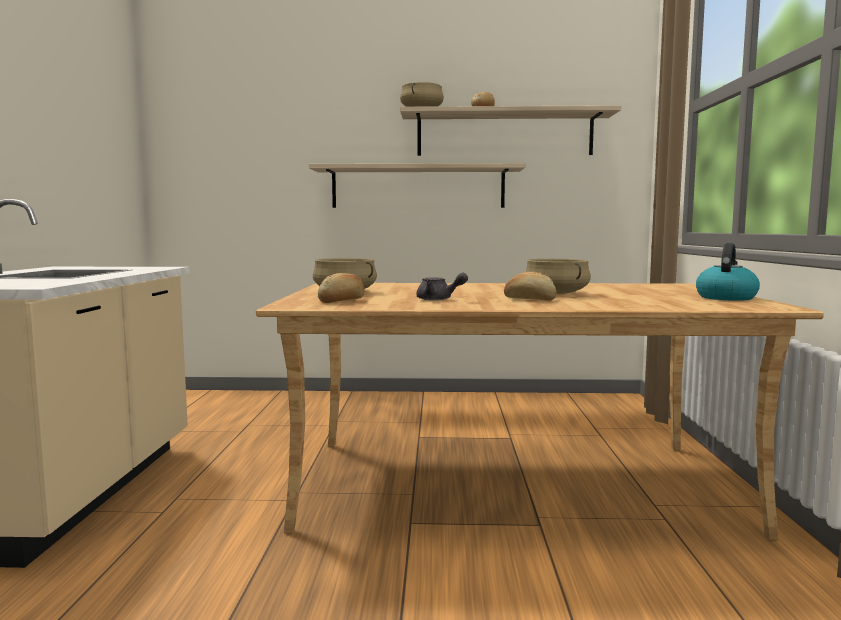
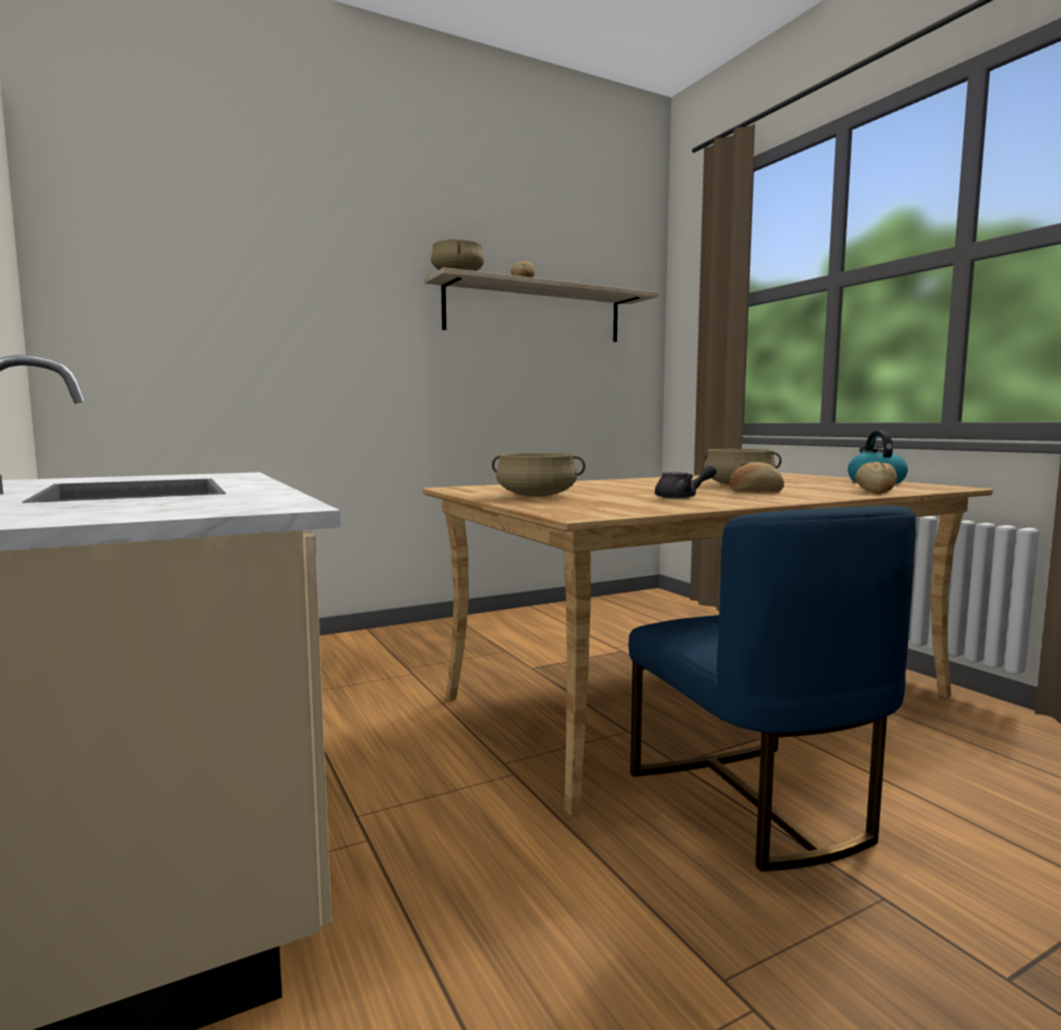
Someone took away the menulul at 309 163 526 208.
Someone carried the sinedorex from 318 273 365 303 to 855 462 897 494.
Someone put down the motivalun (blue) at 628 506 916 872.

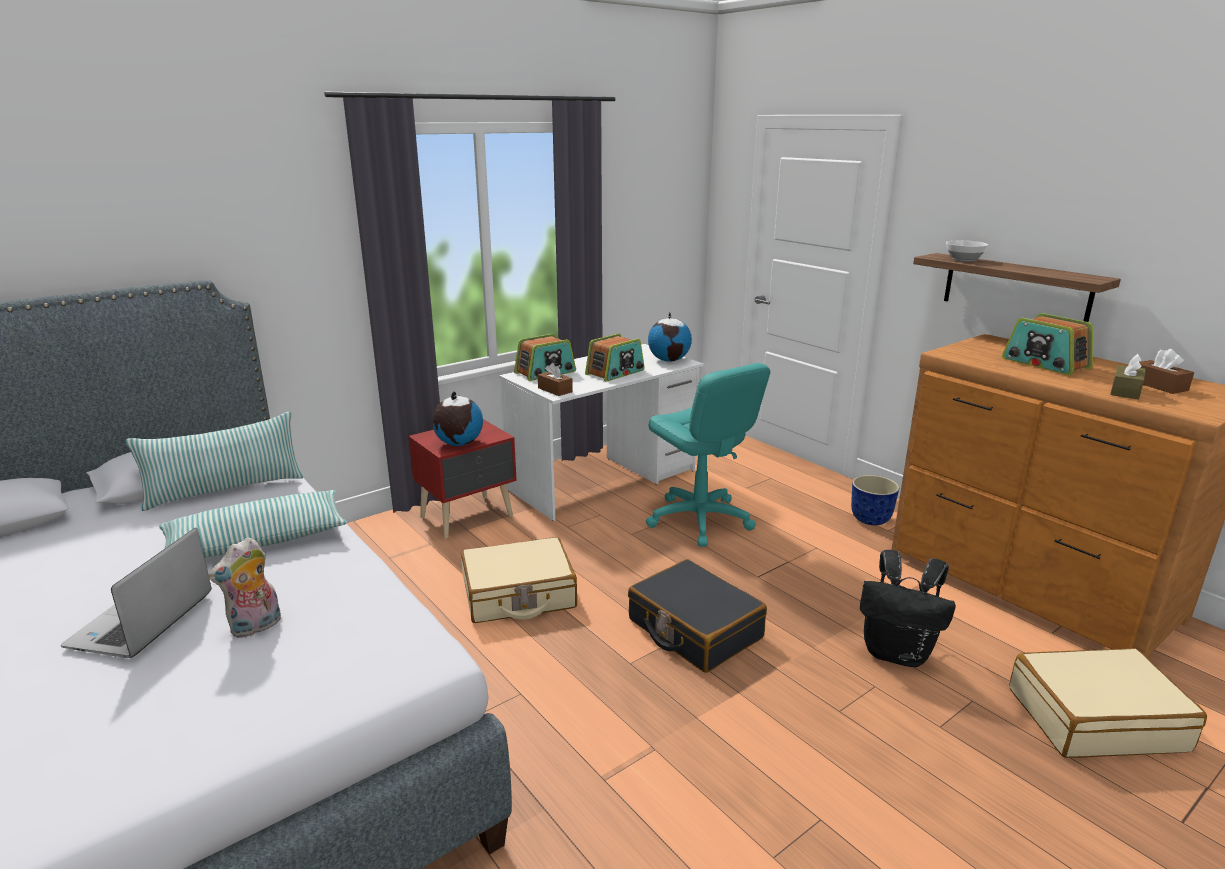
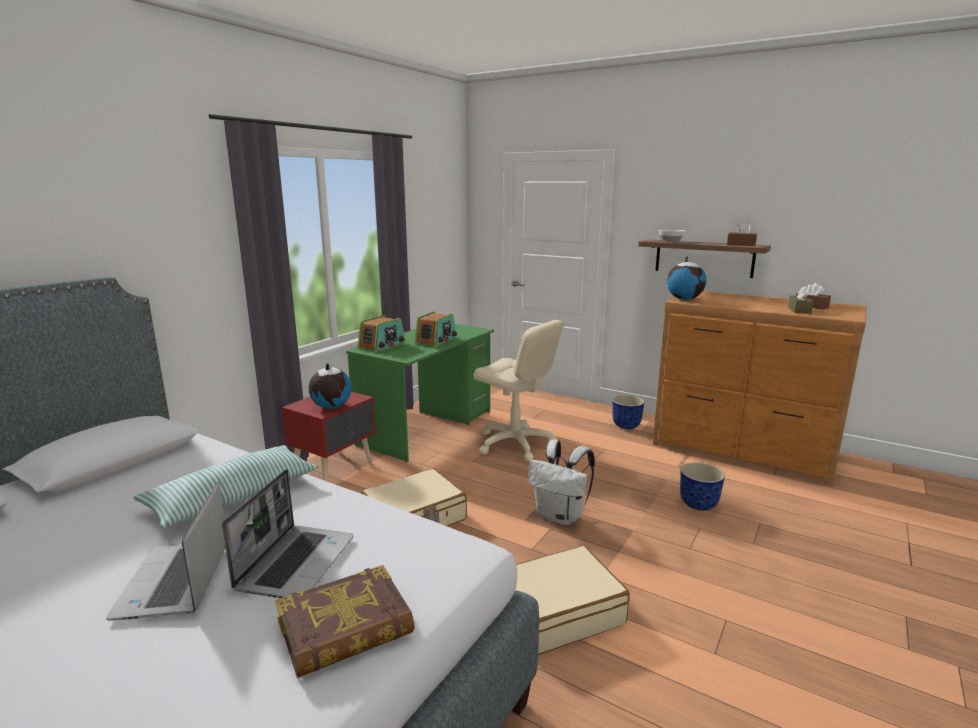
Someone took away the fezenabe at 126 412 304 511.
Someone swapped the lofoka at 208 537 281 638 for the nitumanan at 222 469 354 598.
Someone repainted the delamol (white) at 499 344 704 521, which became the delamol (green) at 346 324 494 462.
Someone carried the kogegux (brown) from 538 363 573 396 to 727 222 757 246.
Someone swapped the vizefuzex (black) at 628 559 767 673 for the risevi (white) at 528 440 595 525.
Someone repainted the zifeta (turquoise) at 646 363 770 547, which became the zifeta (beige) at 474 320 564 461.
Someone carried the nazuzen from 648 312 692 362 to 667 257 707 300.
Someone swapped the risevi (black) at 860 550 956 667 for the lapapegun at 680 462 725 511.
Someone took away the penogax at 1002 313 1093 375.
Someone carried the vizefuzex (beige) from 1009 648 1207 758 to 515 545 630 655.
Someone put down the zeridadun at 275 565 415 678.

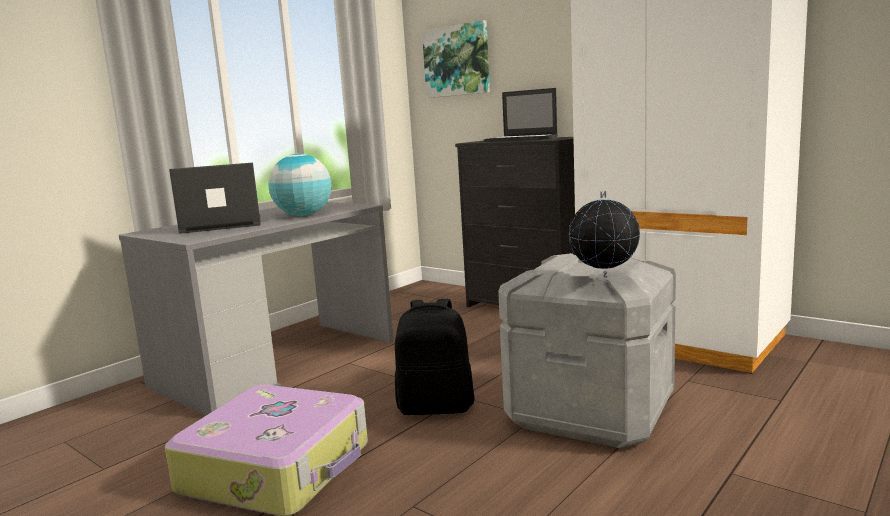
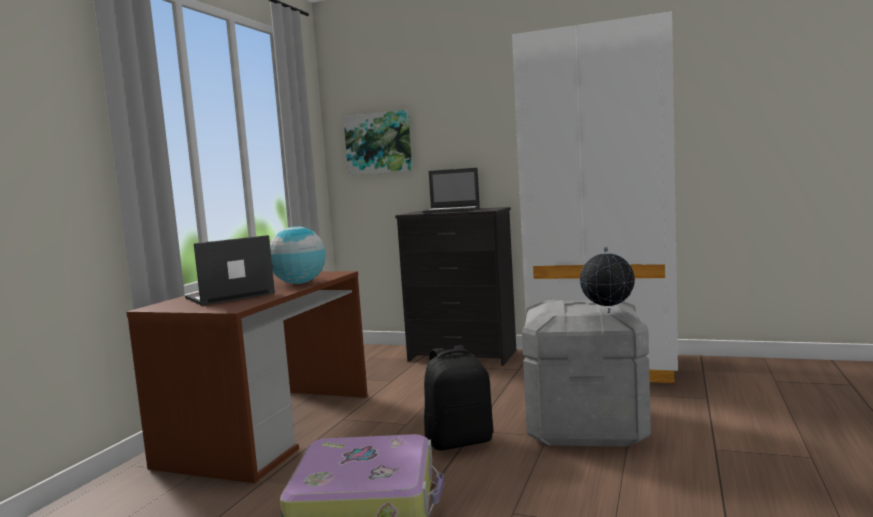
Someone repainted the delamol (grey) at 119 202 394 415, which became the delamol (brown) at 126 271 368 483.

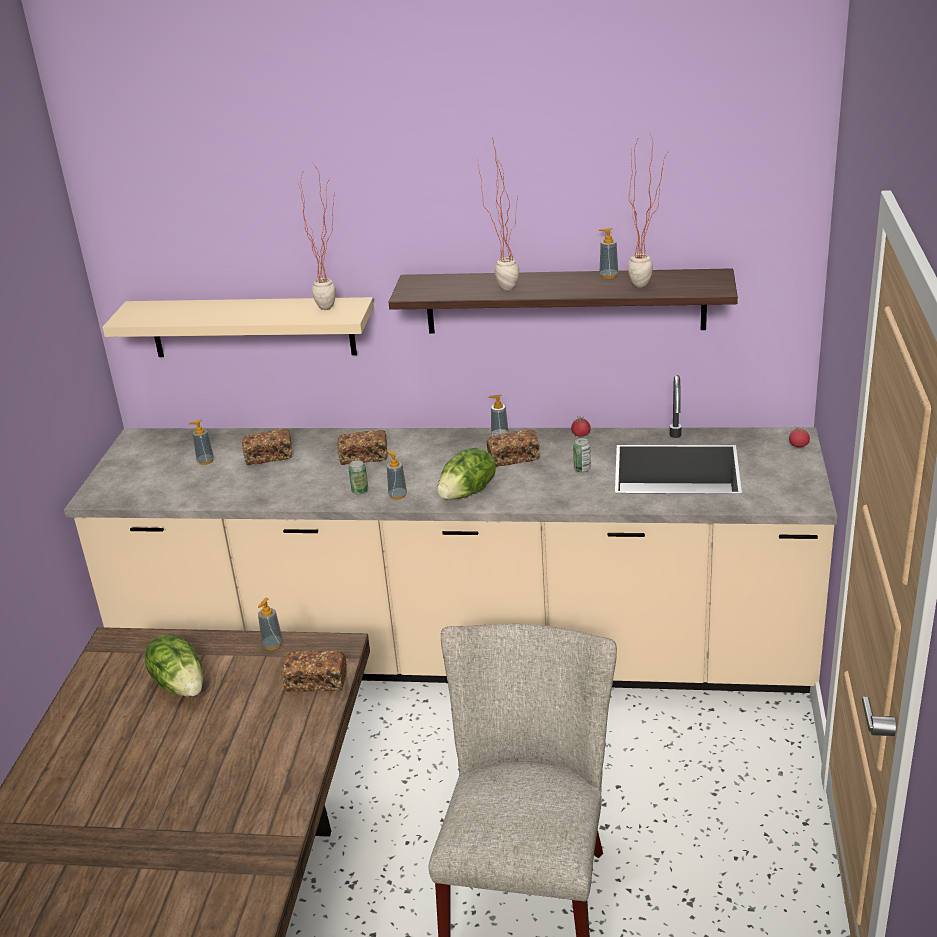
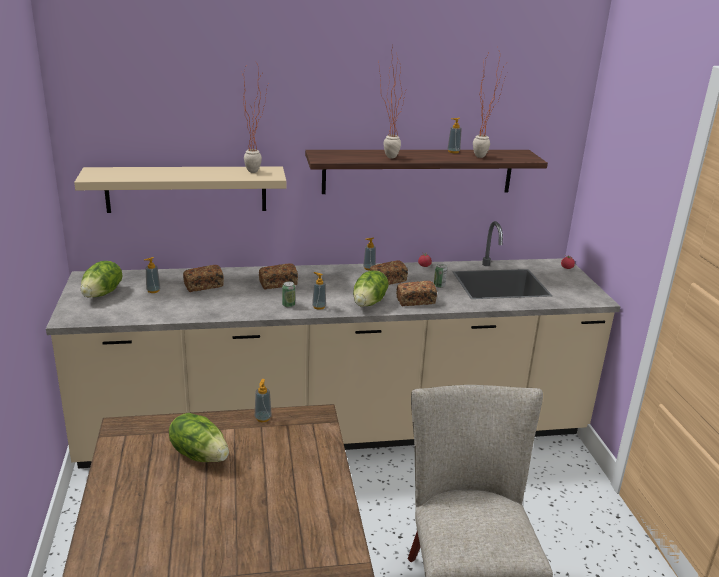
Someone carried the sinedorex from 281 650 347 692 to 396 281 437 306.
Someone put down the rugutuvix at 81 261 122 298.

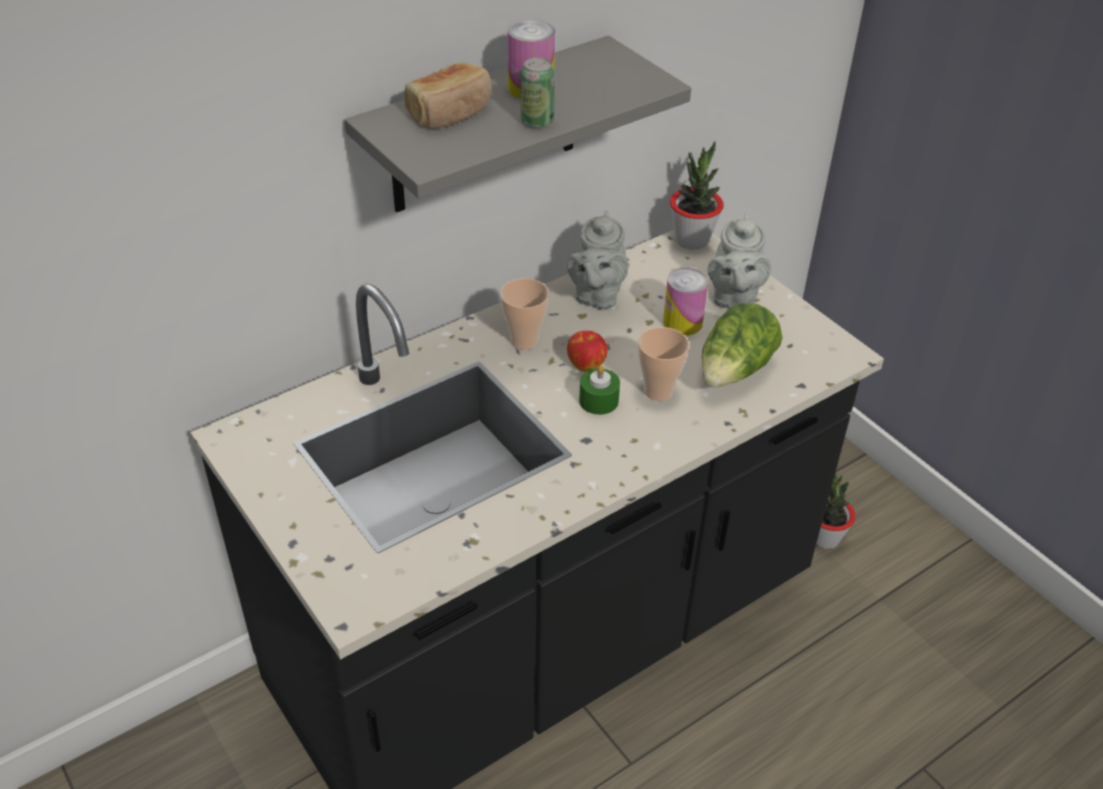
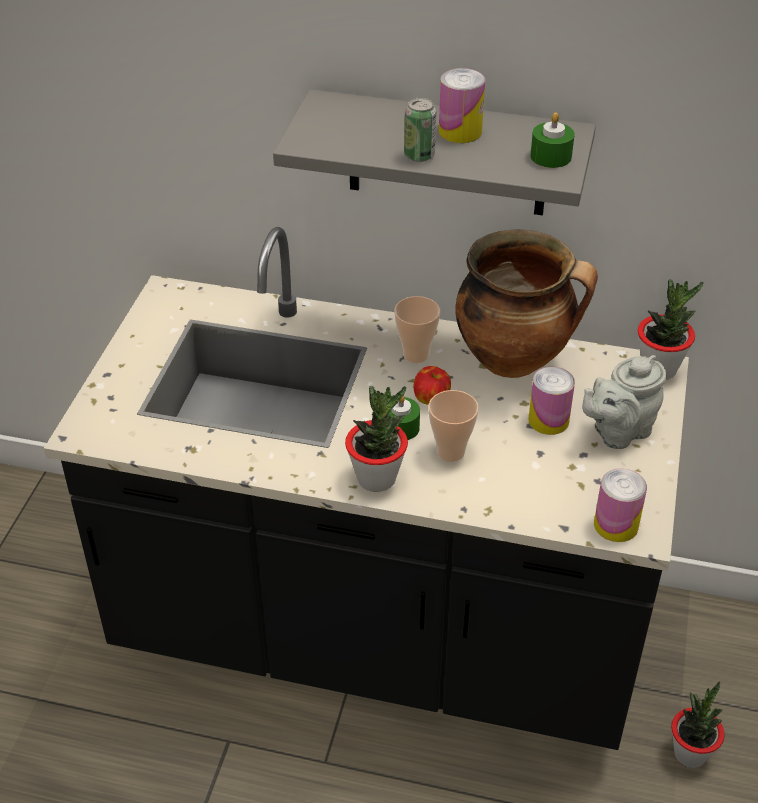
Someone took away the sinedorex at 405 62 492 129.
Someone swapped the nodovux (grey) at 567 211 629 310 for the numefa at 455 230 598 378.
Someone took away the rugutuvix at 702 303 783 387.
Someone put down the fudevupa at 345 386 408 492.
Someone put down the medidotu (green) at 530 112 575 168.
Someone put down the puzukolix at 594 468 647 542.

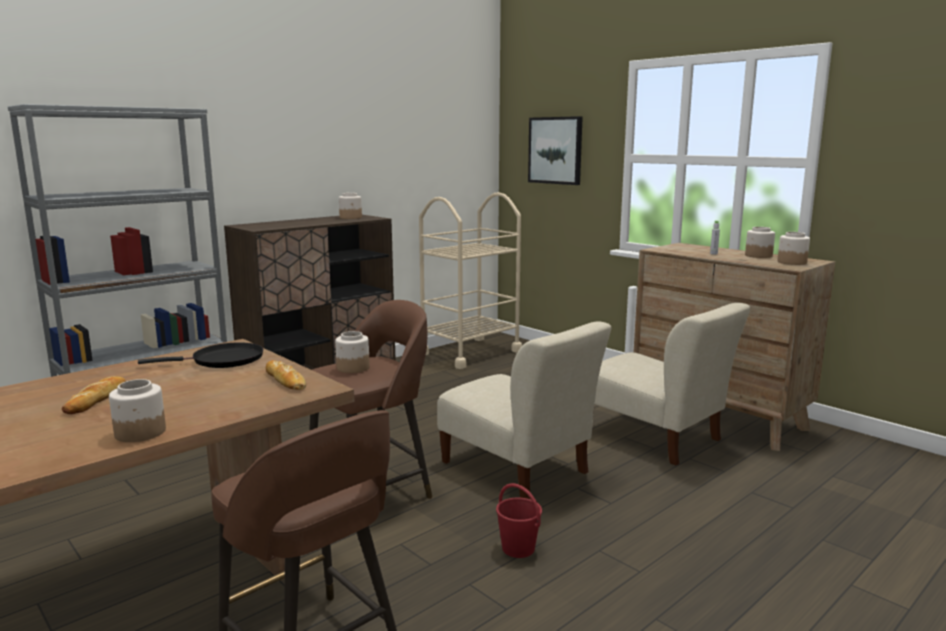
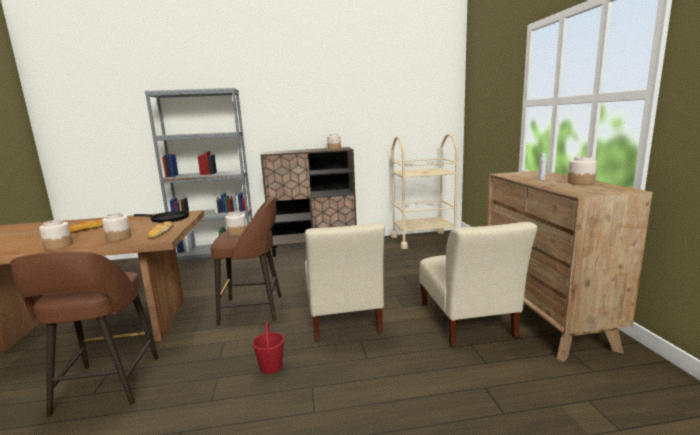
Someone took away the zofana at 528 116 583 185.
Someone carried the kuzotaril from 777 232 810 265 to 102 213 131 242.

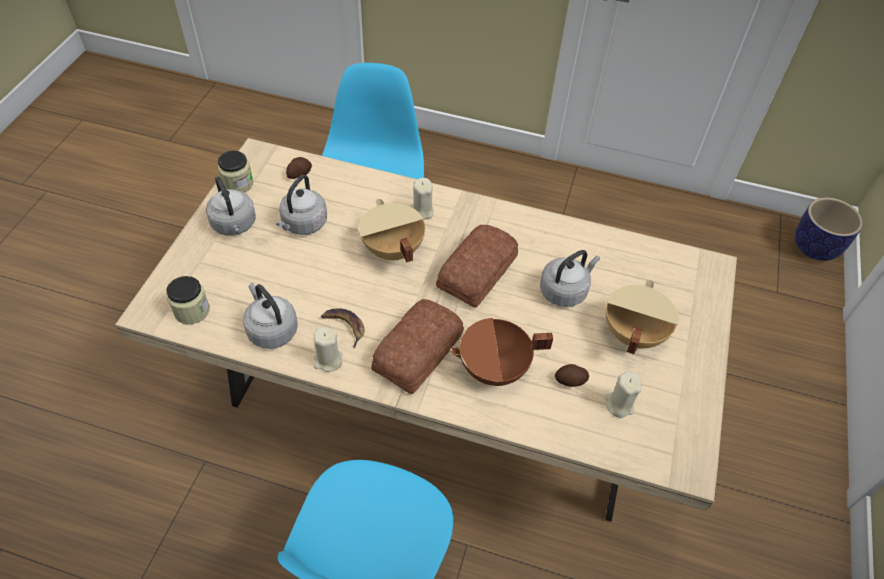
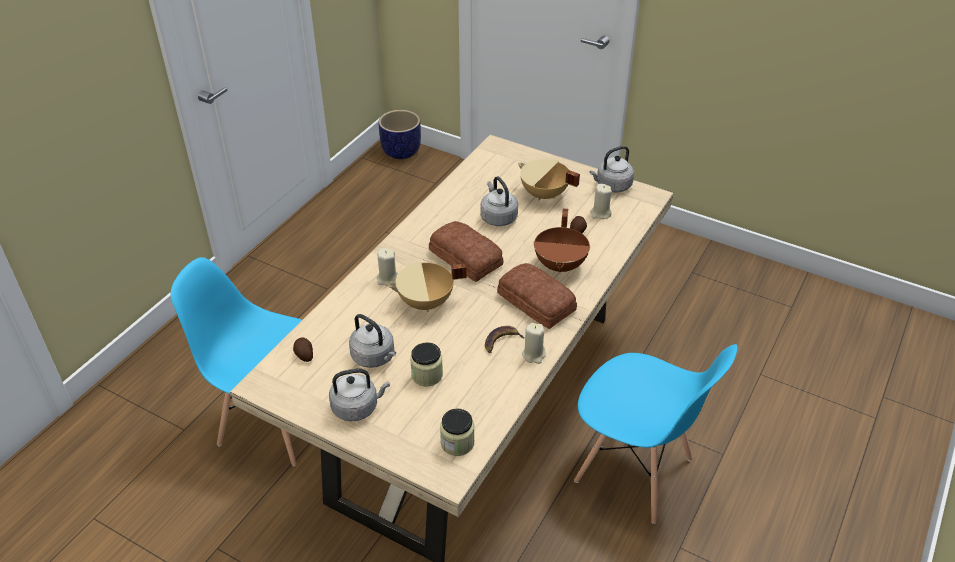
Someone carried the kuzotaril from 218 150 253 192 to 410 342 443 386.
Someone carried the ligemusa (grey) from 243 283 298 349 to 590 146 634 192.

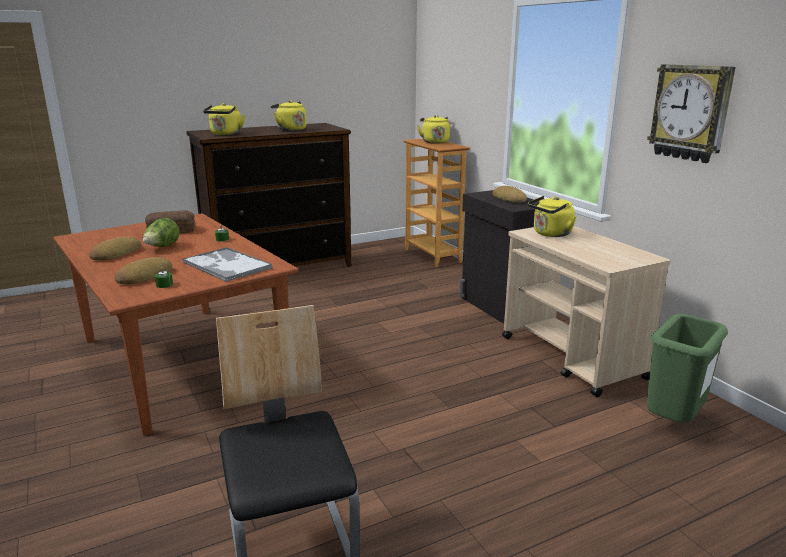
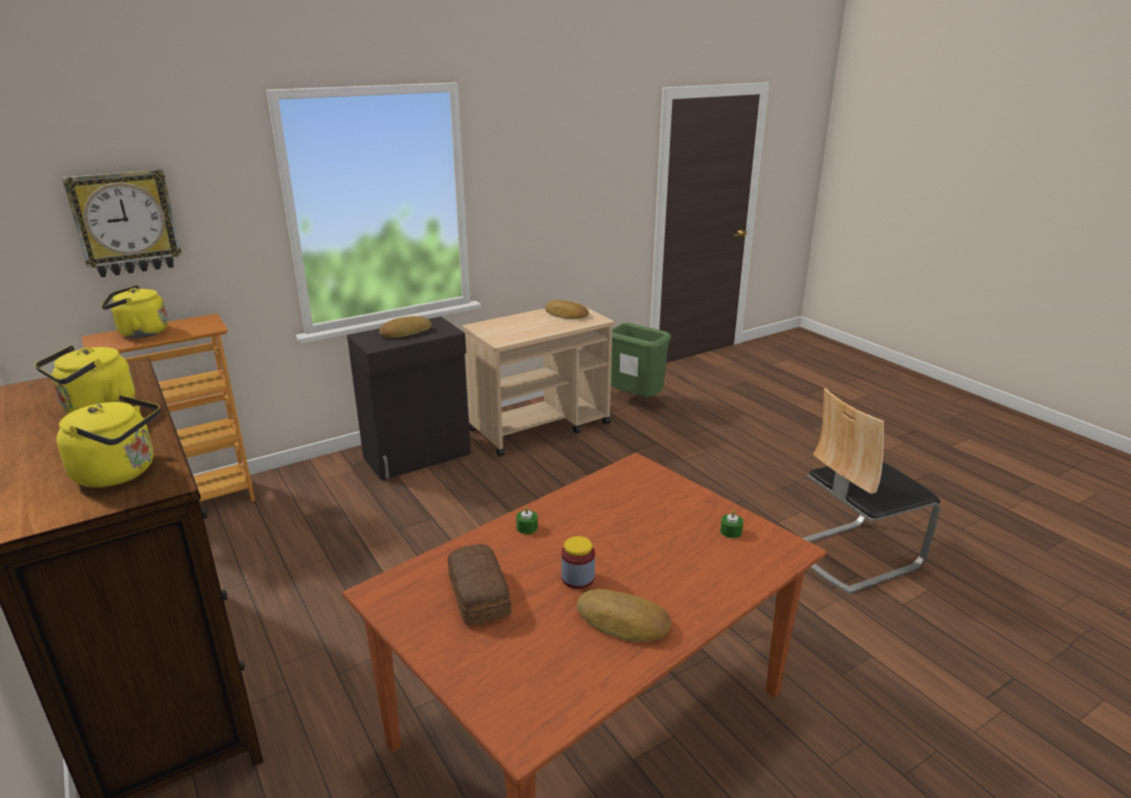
Someone carried the sinedorex from 114 257 172 285 to 545 300 589 319.
Someone swapped the rugutuvix at 143 218 179 247 for the kuzotaril at 561 536 595 589.
Someone took away the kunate at 182 247 273 282.
Someone took away the ligemusa (yellow) at 528 196 577 237.
Someone carried the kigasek from 647 64 735 163 to 62 169 182 277.

